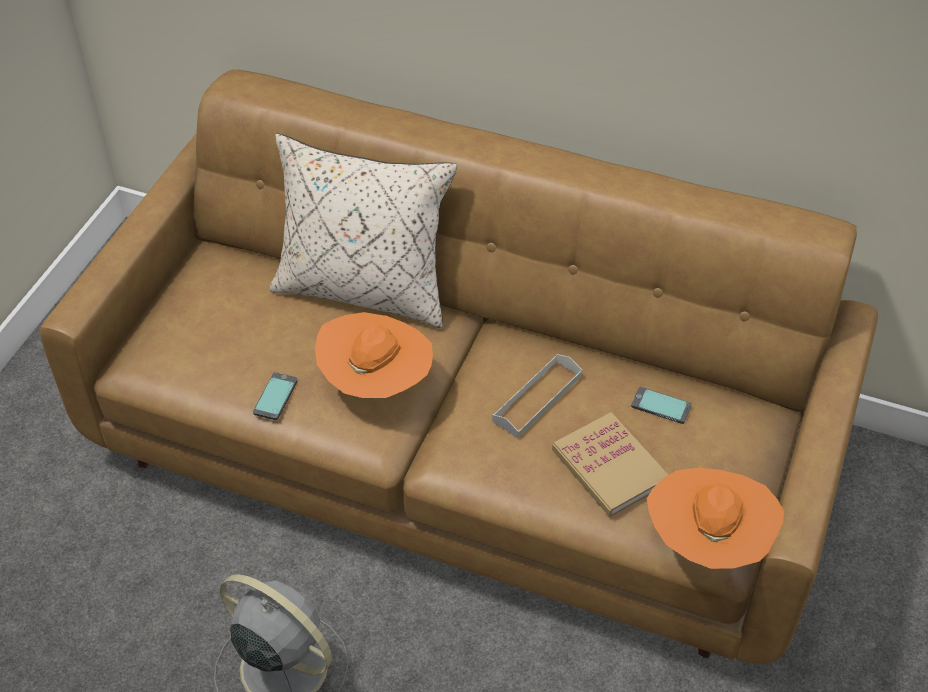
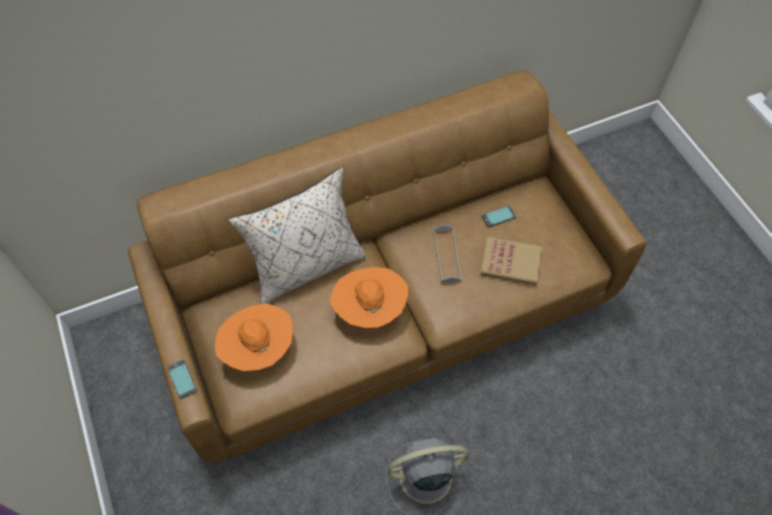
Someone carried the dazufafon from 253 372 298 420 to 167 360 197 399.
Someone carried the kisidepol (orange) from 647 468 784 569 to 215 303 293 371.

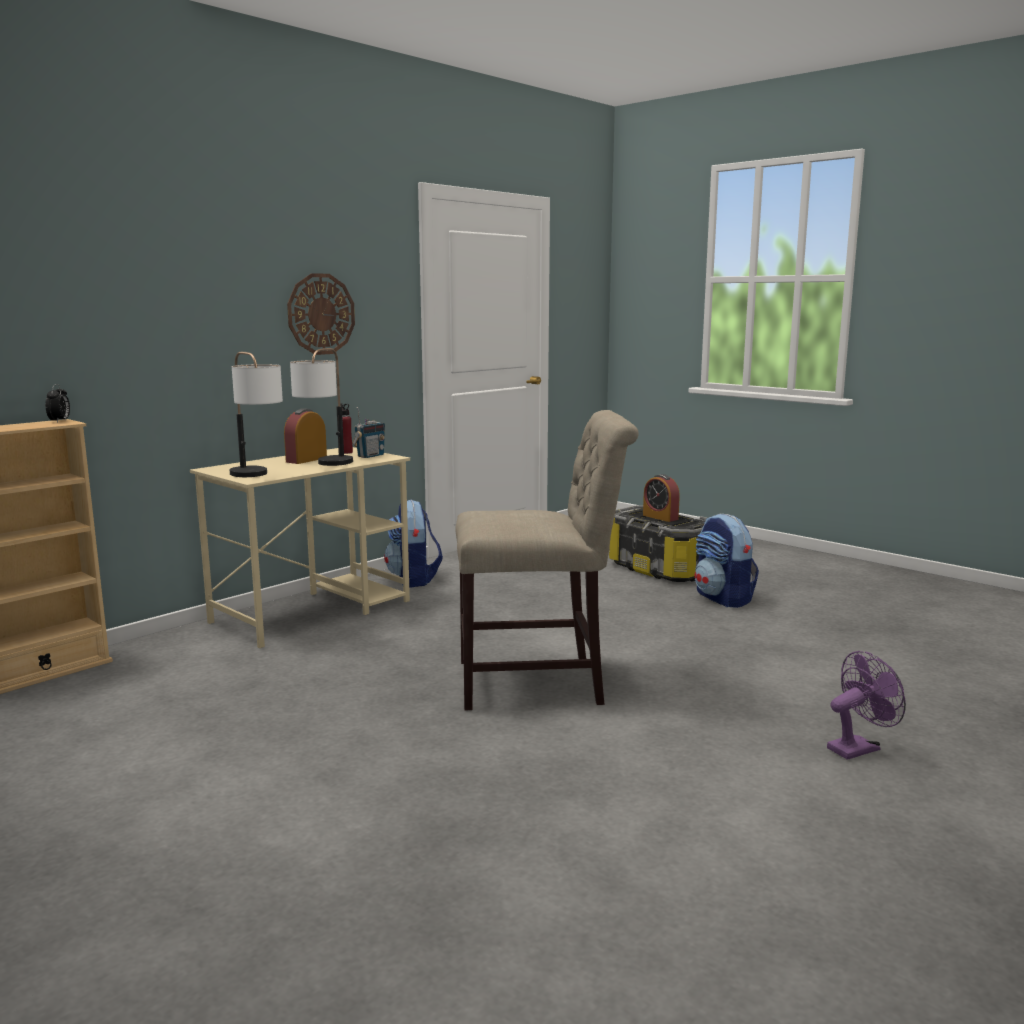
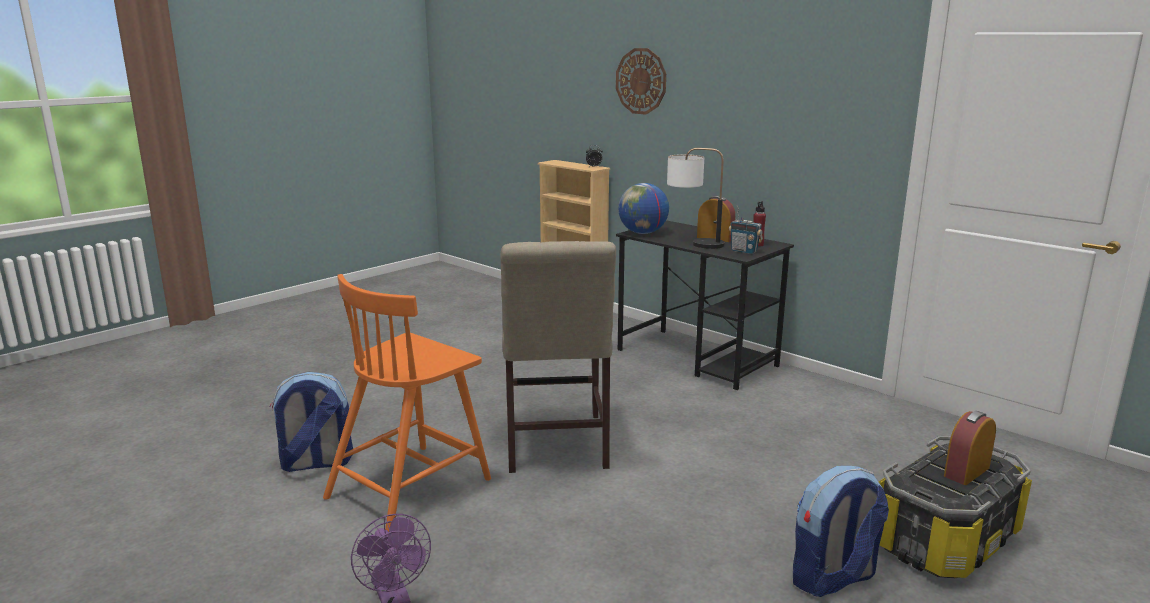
Someone repainted the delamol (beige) at 190 447 410 648, which became the delamol (black) at 616 220 794 390.
Someone swapped the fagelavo at 229 352 283 477 for the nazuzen at 618 183 669 234.
Someone carried the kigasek from 287 273 355 355 to 616 48 666 115.
Someone carried the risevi from 384 499 443 588 to 270 372 353 472.
Someone put down the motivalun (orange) at 323 274 491 532.

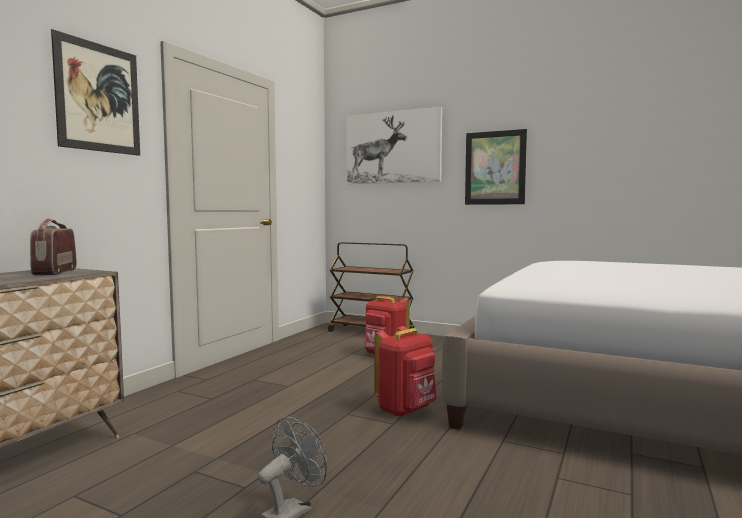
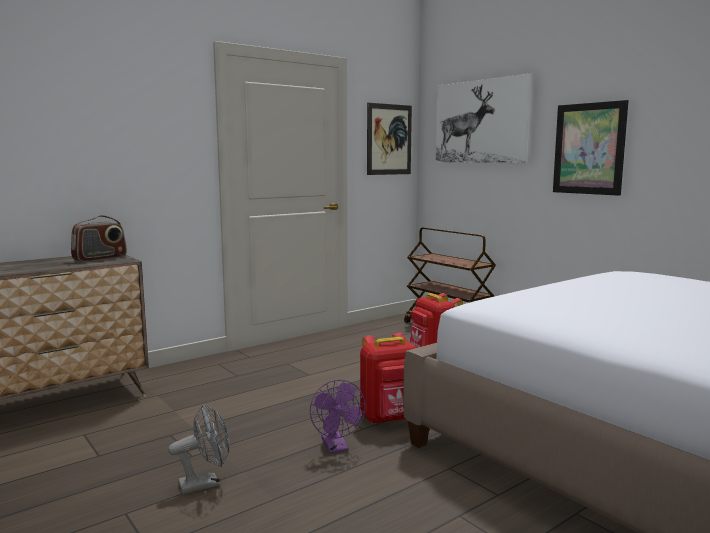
Someone rotated the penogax at 30 218 77 275 by 150 degrees counterclockwise.
Someone carried the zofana from 51 29 140 156 to 367 103 412 175.
Someone put down the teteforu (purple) at 310 380 366 453.

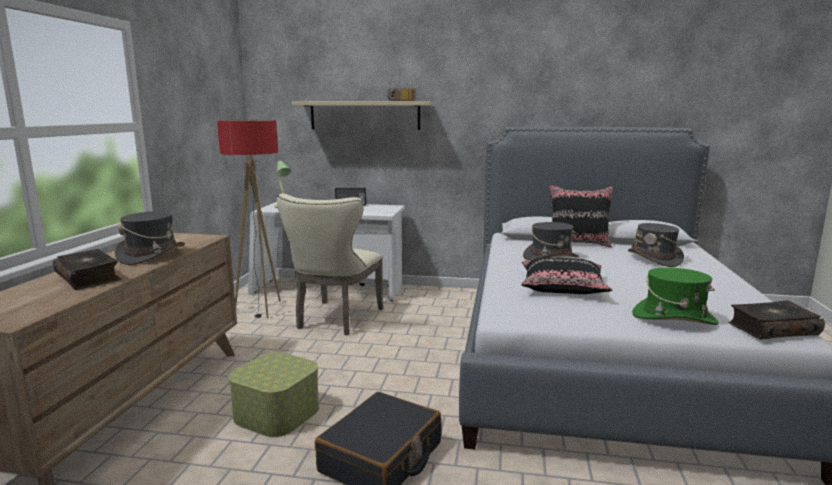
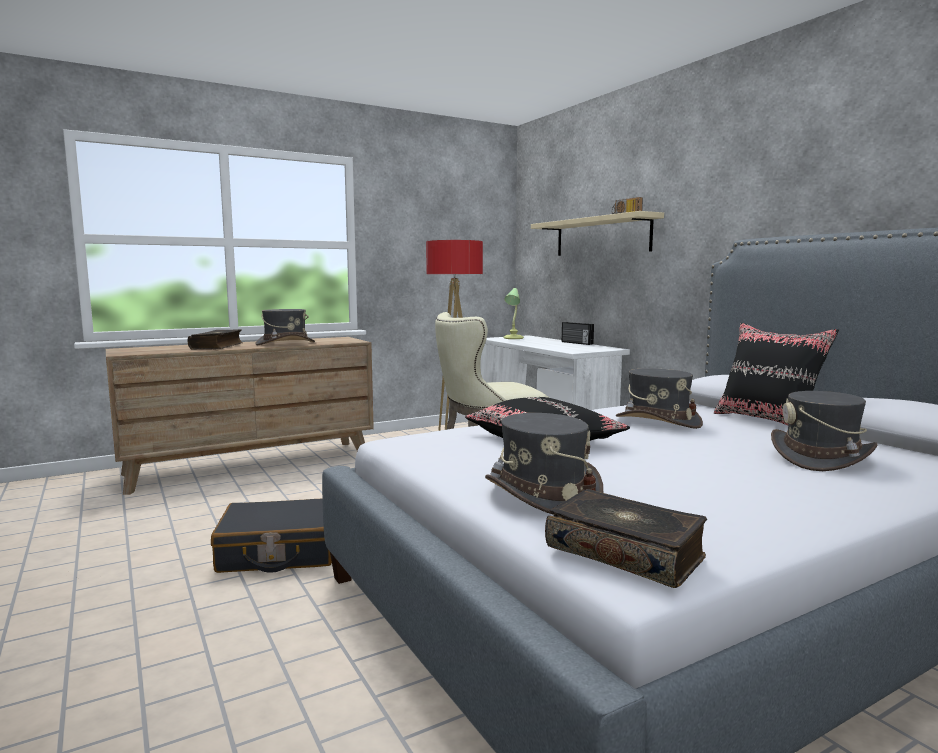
Someone took away the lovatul at 228 352 319 437.
Someone repainted the kisidepol (green) at 632 268 719 325, which became the kisidepol (grey) at 485 413 603 514.

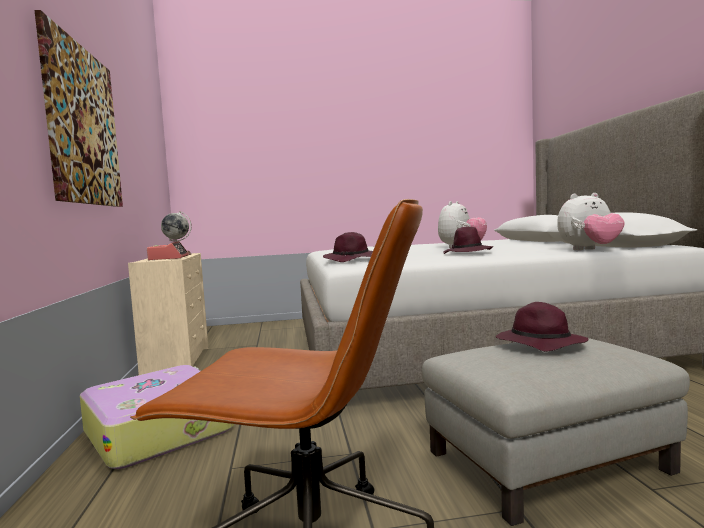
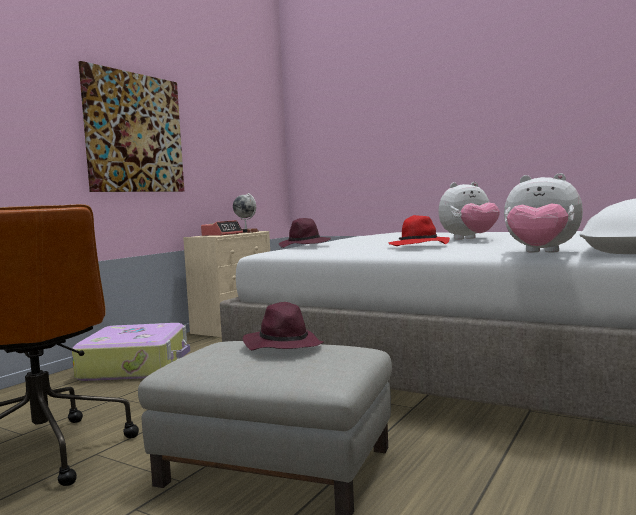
Someone repainted the kisidepol (purple) at 444 227 493 254, which became the kisidepol (red) at 388 215 450 246.

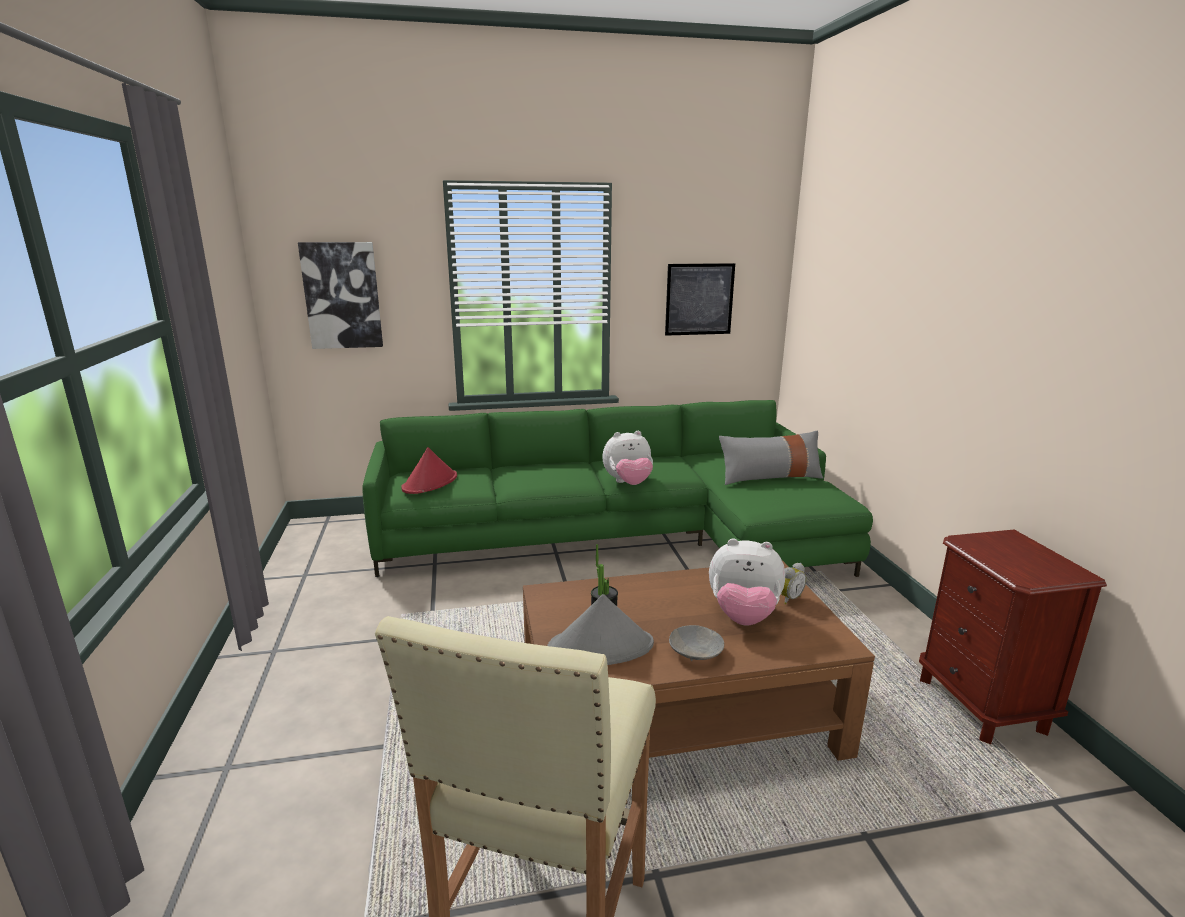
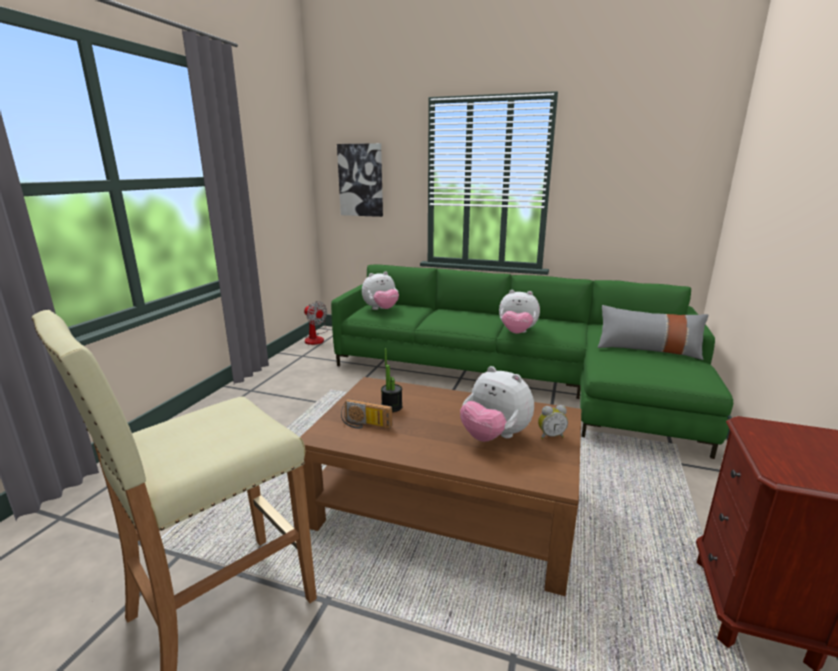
Someone swapped the kisidepol (red) at 401 447 457 494 for the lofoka at 362 271 399 310.
Someone swapped the kisidepol (grey) at 547 594 654 665 for the penogax at 341 399 392 429.
Someone took away the zofana at 665 263 735 336.
Someone took away the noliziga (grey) at 669 625 724 661.
Someone put down the teteforu at 304 301 328 345.

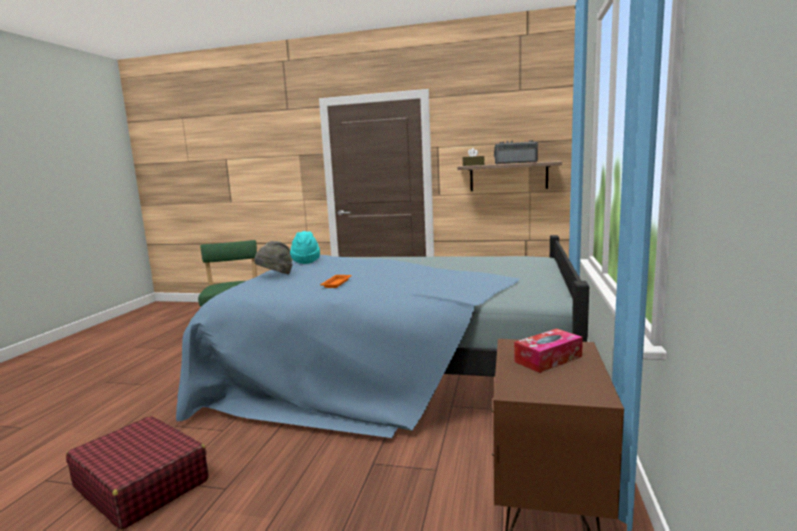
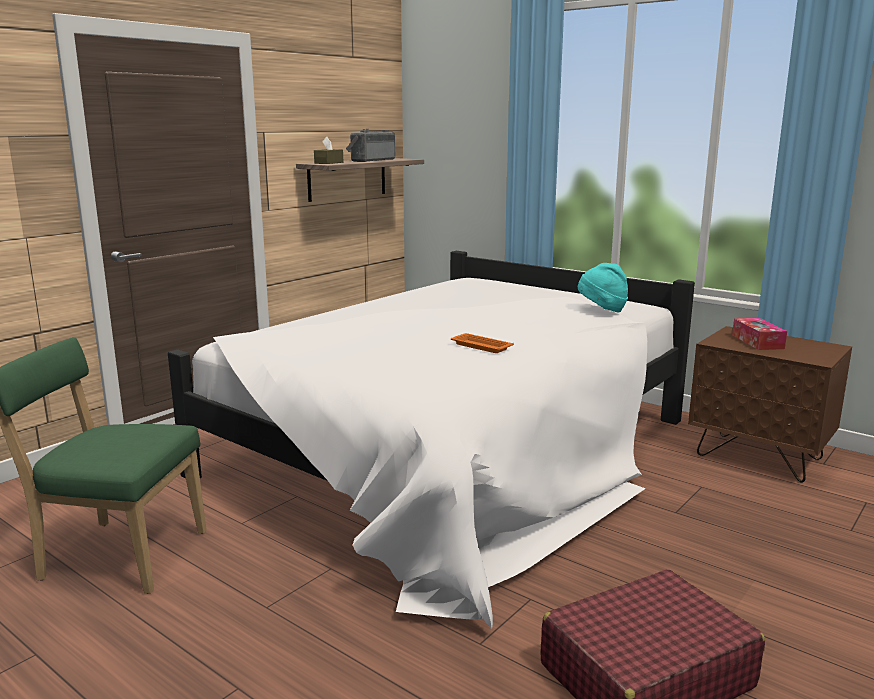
Someone repainted the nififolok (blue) at 176 235 589 438, which became the nififolok (white) at 168 251 695 630.
Someone took away the kisidepol (grey) at 254 241 293 274.
Someone carried the kisidepol (turquoise) from 290 231 320 264 to 578 263 628 312.

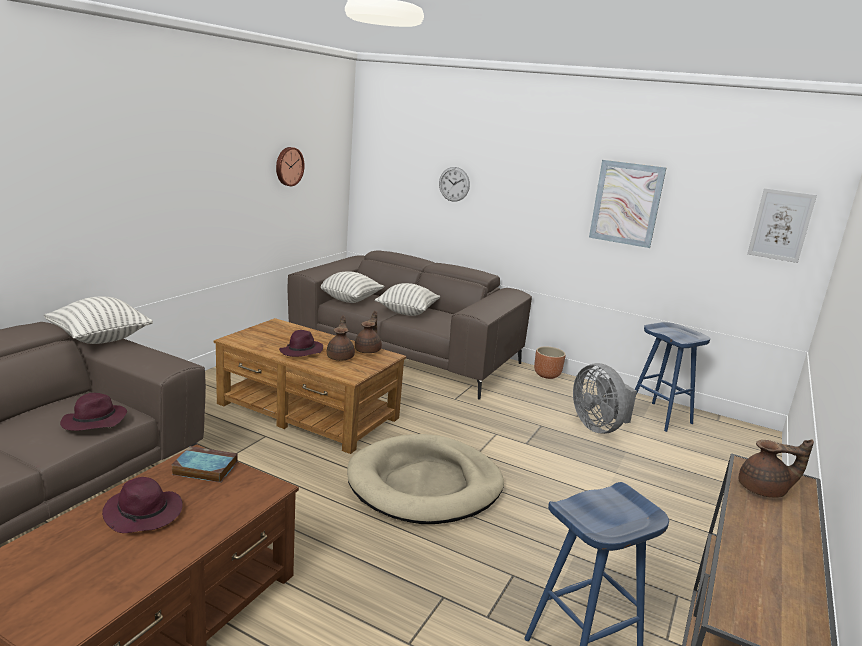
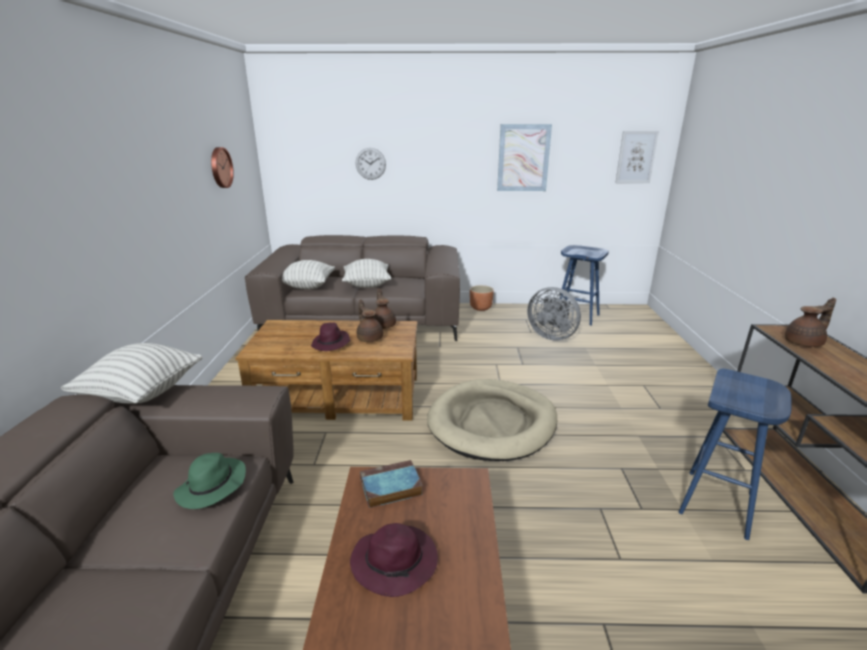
Someone repainted the kisidepol (purple) at 60 393 127 431, which became the kisidepol (green) at 173 453 246 509.

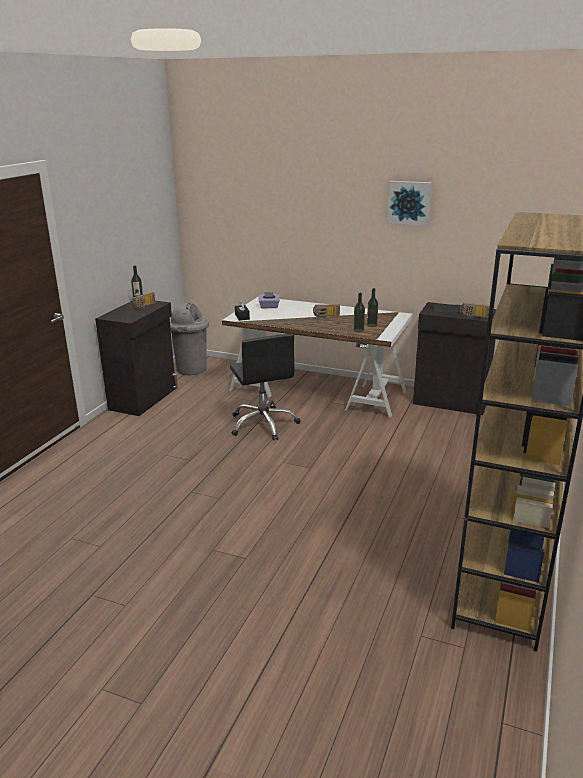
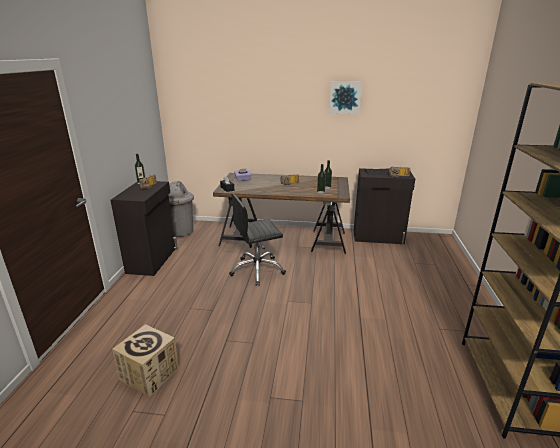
Someone repainted the delamol (white) at 222 296 413 418, which became the delamol (brown) at 213 173 350 254.
Someone rotated the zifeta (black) at 230 333 301 441 by 105 degrees clockwise.
Someone put down the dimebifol at 112 324 179 397.

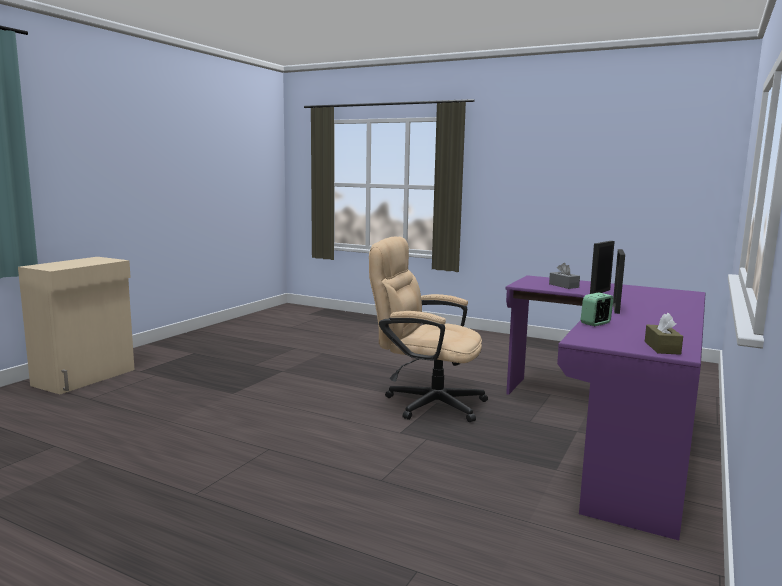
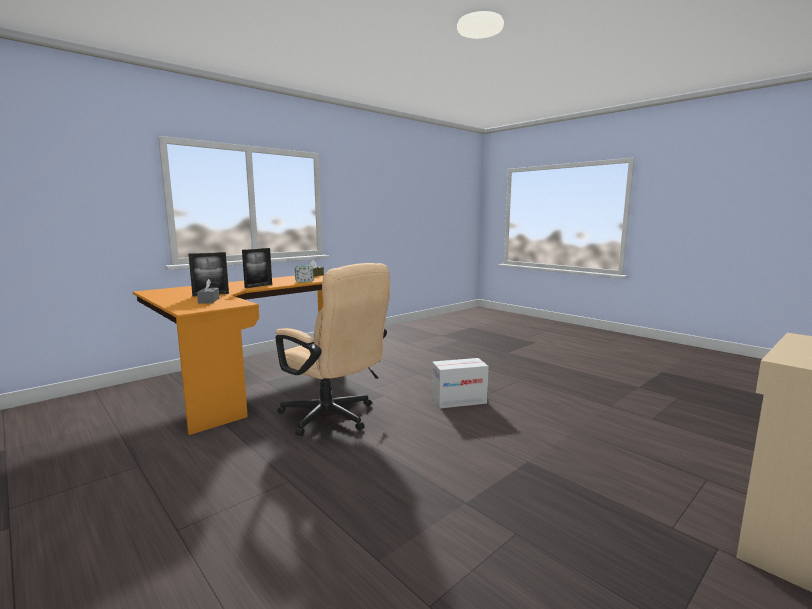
Someone repainted the delamol (purple) at 505 275 706 540, which became the delamol (orange) at 133 275 324 435.
Someone put down the dimebifol at 432 358 489 408.

